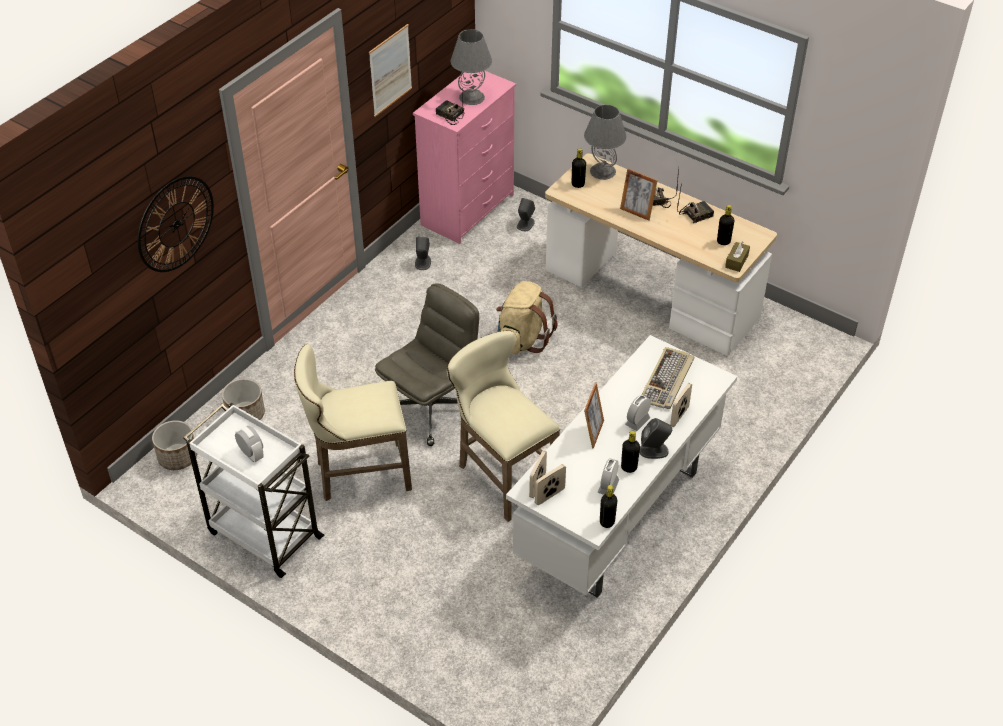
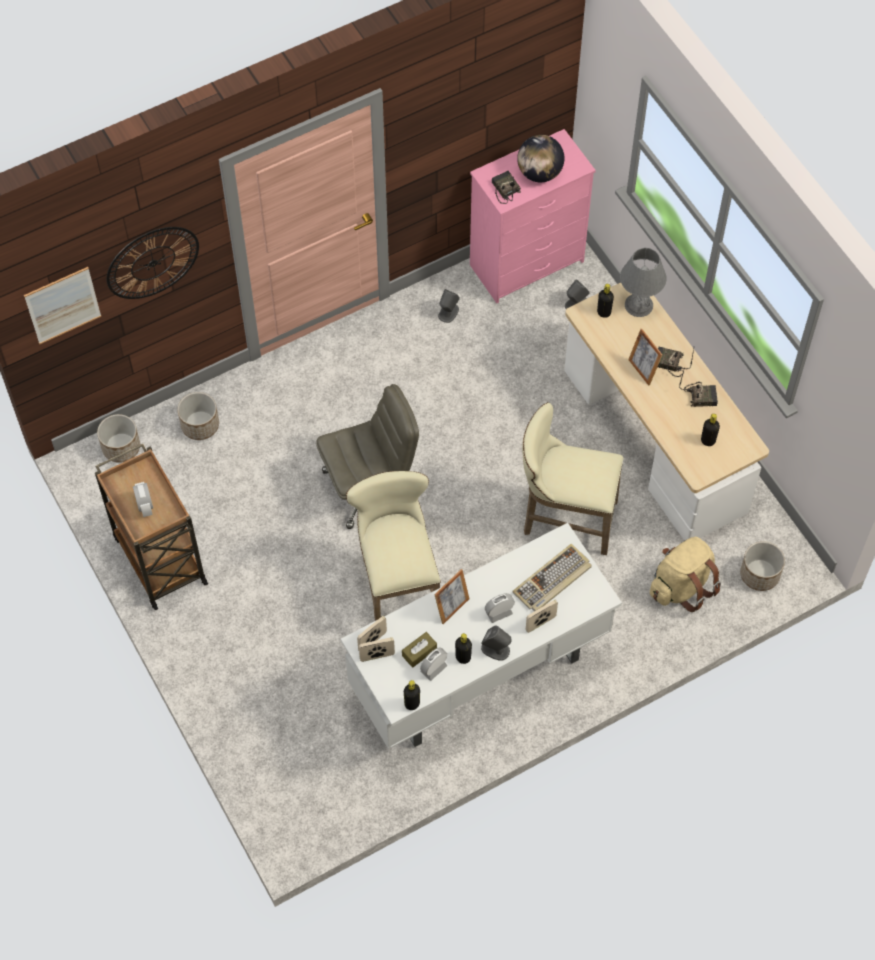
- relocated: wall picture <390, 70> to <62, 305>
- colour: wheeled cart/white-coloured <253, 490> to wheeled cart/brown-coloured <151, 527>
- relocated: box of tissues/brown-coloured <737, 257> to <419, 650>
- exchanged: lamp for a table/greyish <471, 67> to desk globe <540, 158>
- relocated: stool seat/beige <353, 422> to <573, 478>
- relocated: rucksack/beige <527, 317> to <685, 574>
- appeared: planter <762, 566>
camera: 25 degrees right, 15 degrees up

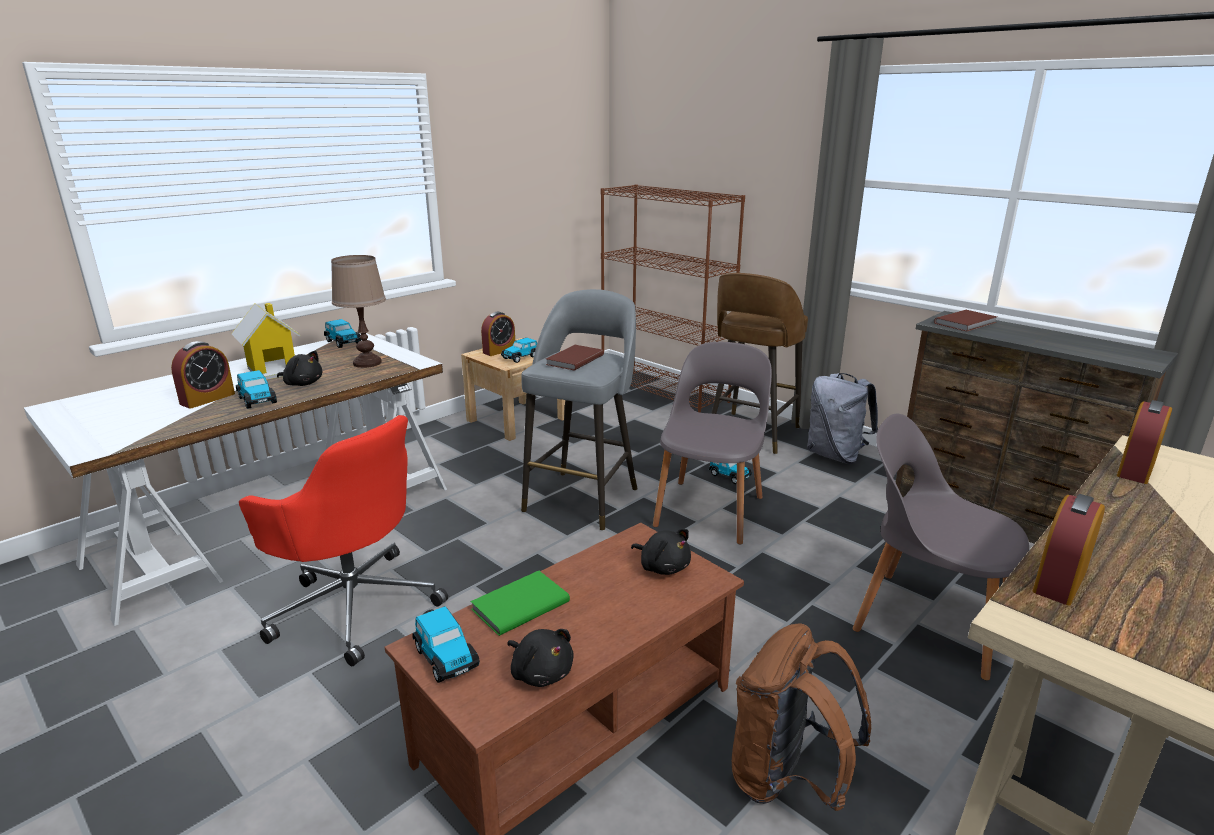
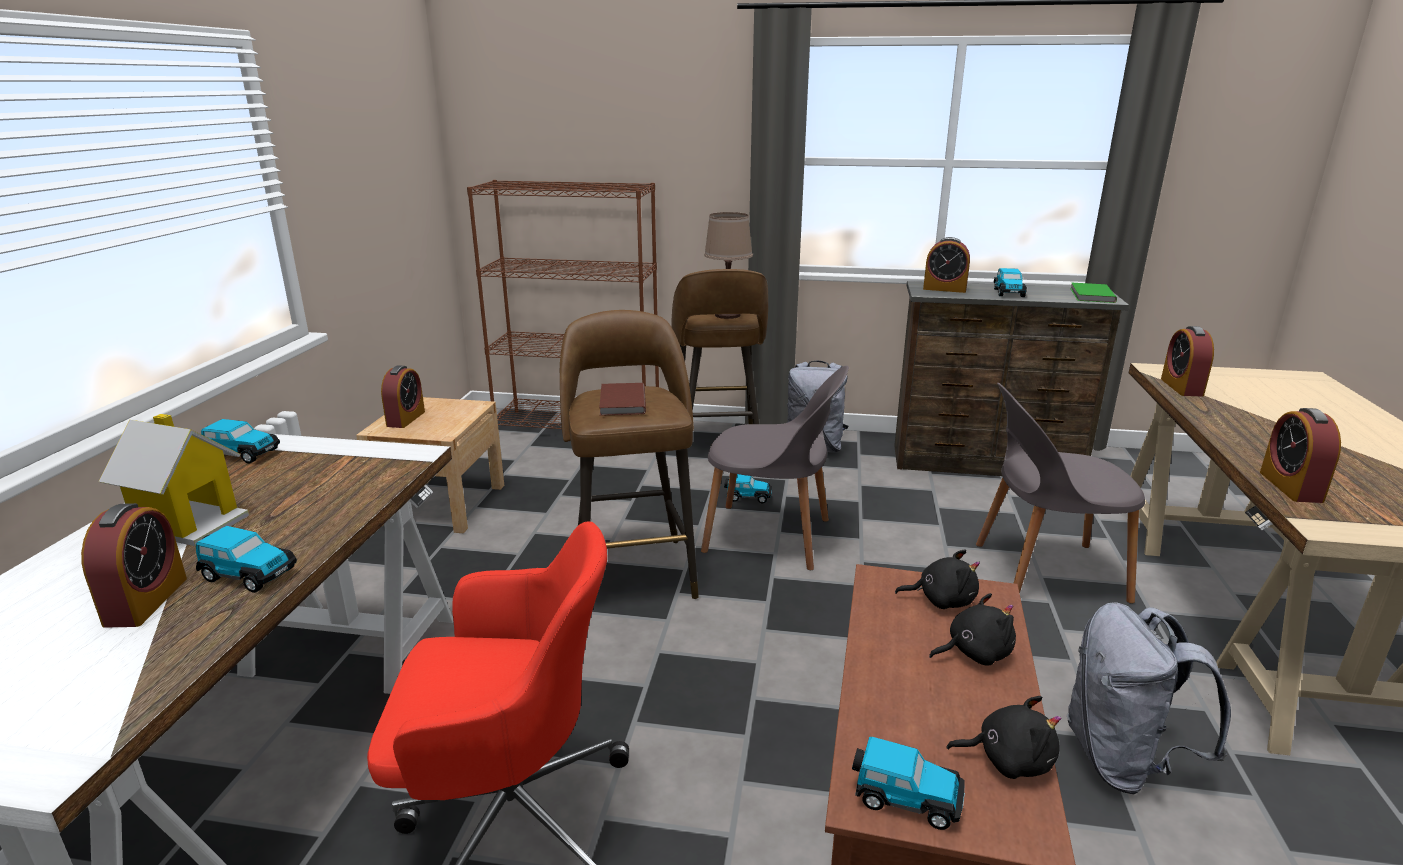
- colour: stool seat/greyish <579, 410> to stool seat/brown-coloured <629, 454>
- spun: upright chair/greyish <712, 443> = <775, 468> 120 degrees clockwise
- relocated: lamp for a table/brown-coloured <358, 311> to <728, 265>
- exchanged: volume/brown-coloured <965, 321> to table clock <946, 265>
- relocated: soft toy/black-coloured <299, 368> to <972, 629>
- relocated: toy car <519, 350> to <1010, 282>
- colour: rucksack/brown-coloured <801, 717> to rucksack/greyish <1148, 698>
- relocated: volume/greenish <520, 603> to <1093, 292>
camera: 35 degrees left, 0 degrees up

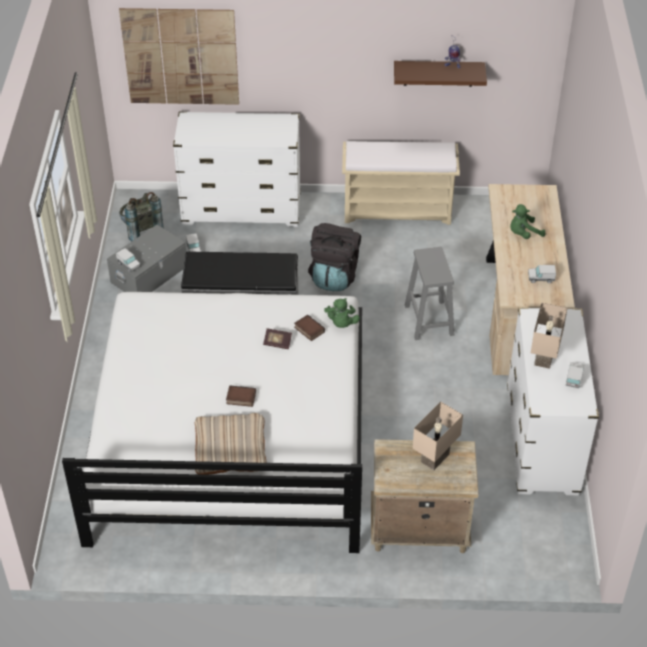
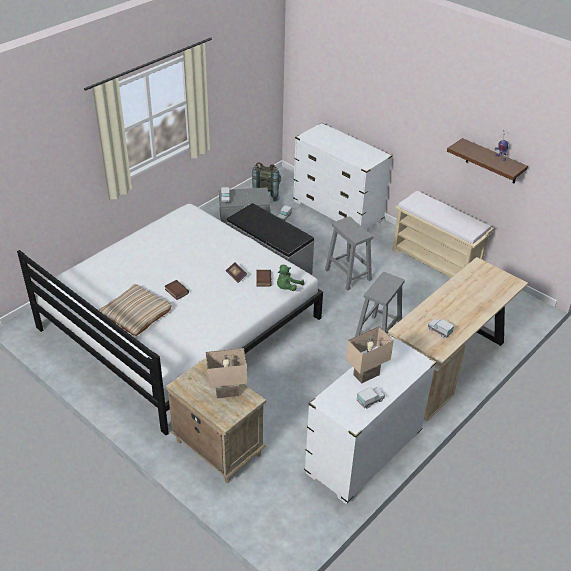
- exchanged: rucksack/black-coloured <334, 257> to stool seat/greyish <349, 253>
- missing: wall picture <179, 56>
- missing: soft toy/greenish <527, 221>
camera: 40 degrees right, 5 degrees down

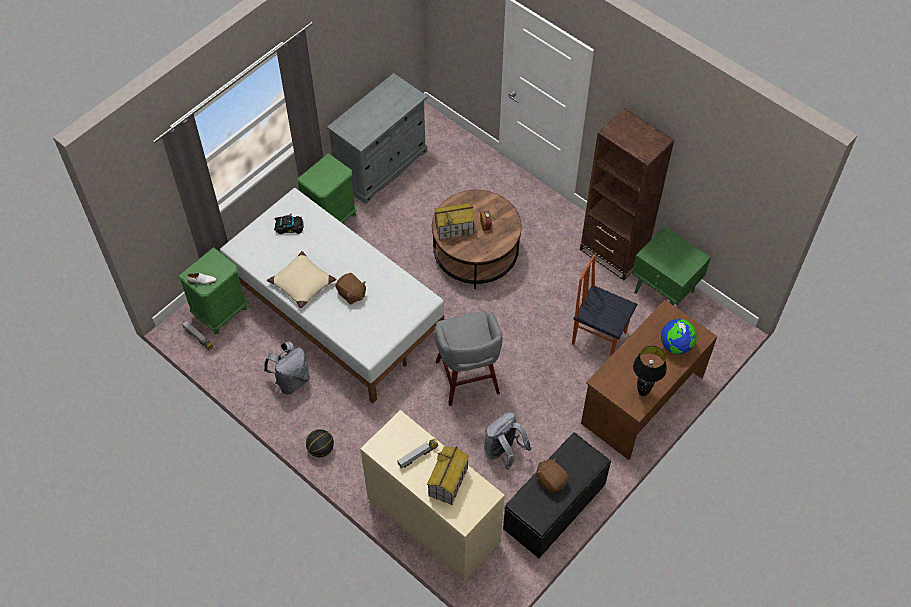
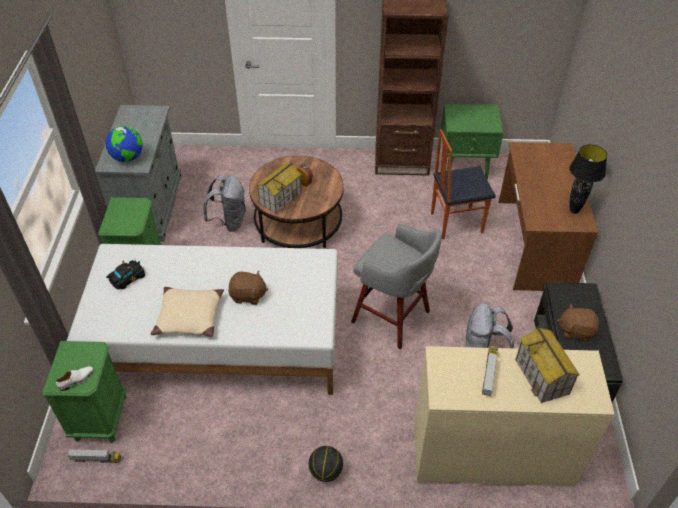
- relocated: desk globe <679, 336> to <124, 144>
- relocated: rucksack/greyish <287, 368> to <224, 203>
camera: 40 degrees left, 10 degrees down

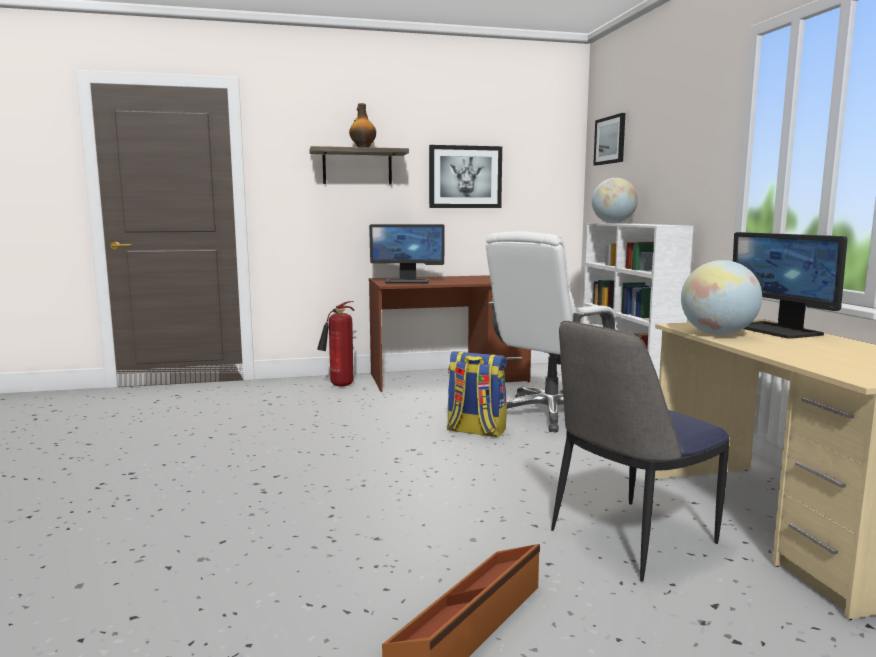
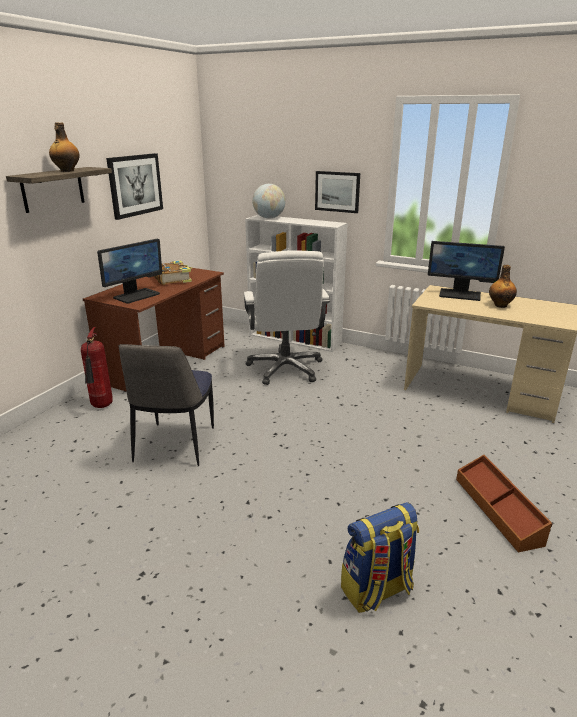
- relocated: upright chair <640, 451> to <166, 405>
- appeared: volume <173, 272>
- relocated: wall picture <609, 139> to <337, 192>
- relocated: rucksack <477, 394> to <380, 557>
- appeared: bottle <503, 286>
- missing: desk globe <721, 297>
camera: 50 degrees left, 15 degrees up

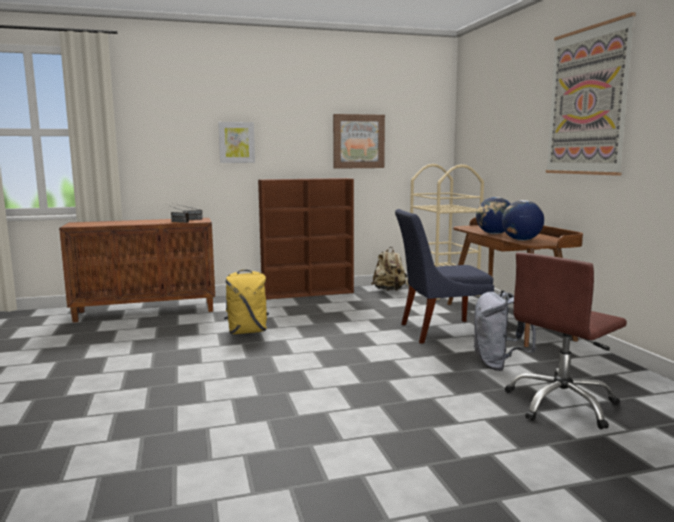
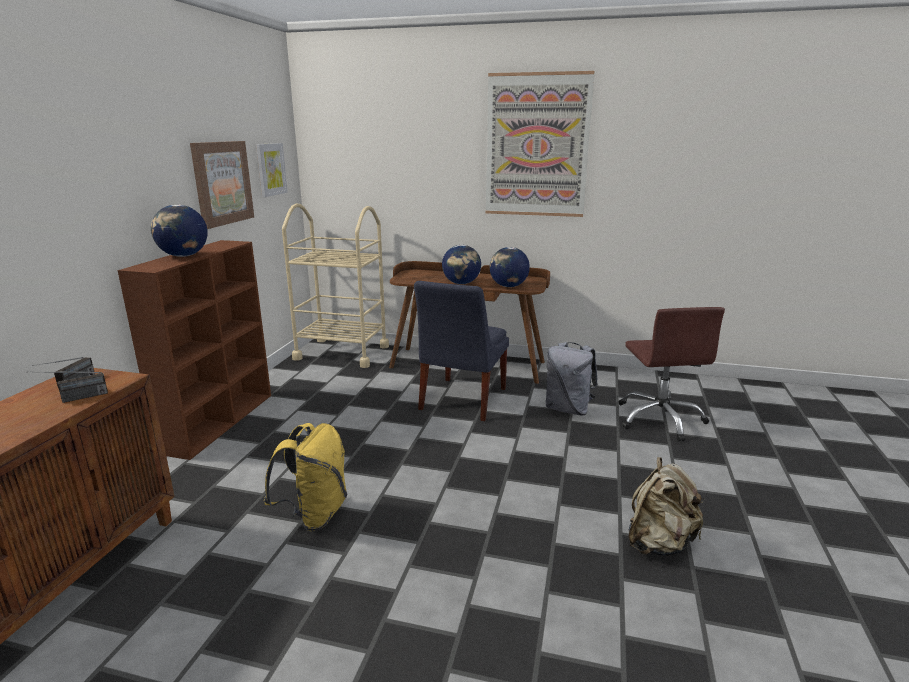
- appeared: desk globe <179, 230>
- relocated: wall picture <236, 142> to <272, 170>
- relocated: rucksack/beige <389, 269> to <666, 506>
camera: 60 degrees left, 10 degrees up

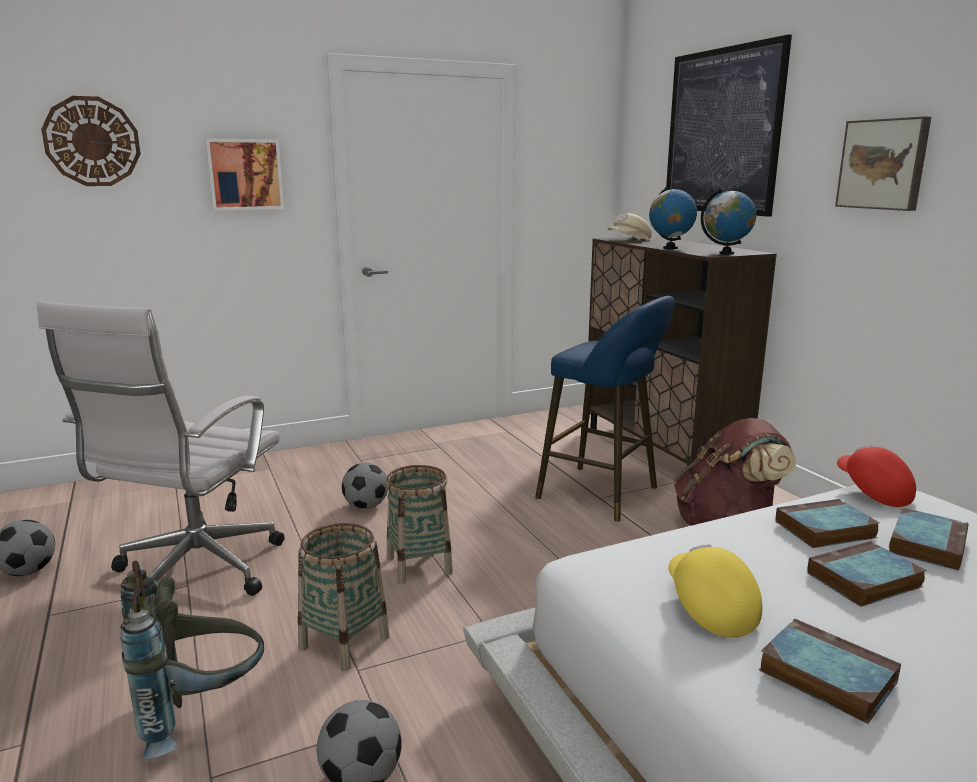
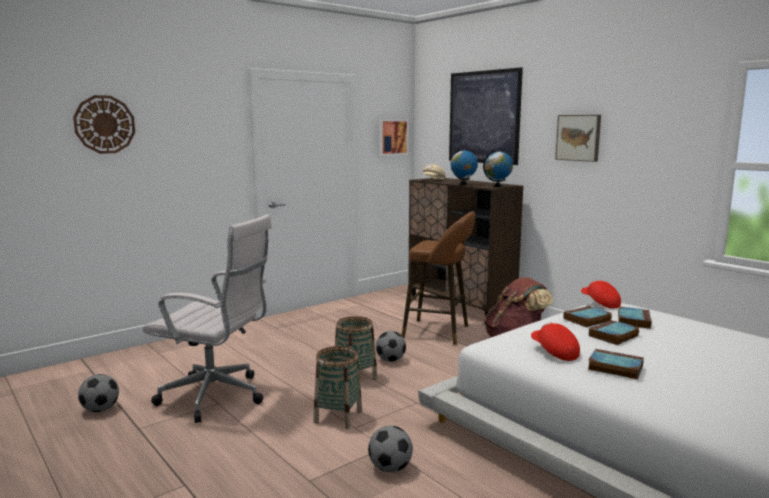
- spun: computer chair/white-coloured <161, 448> = <207, 318> 75 degrees counterclockwise
- relocated: football <365, 486> to <391, 346>
- relocated: wall picture <244, 175> to <394, 138>
- colour: stool seat/blue-coloured <605, 409> to stool seat/brown-coloured <439, 278>
- colour: cap/yellow <715, 591> to cap/red-coloured <555, 342>
- missing: rucksack/greyish <192, 660>
camera: 15 degrees left, 5 degrees down

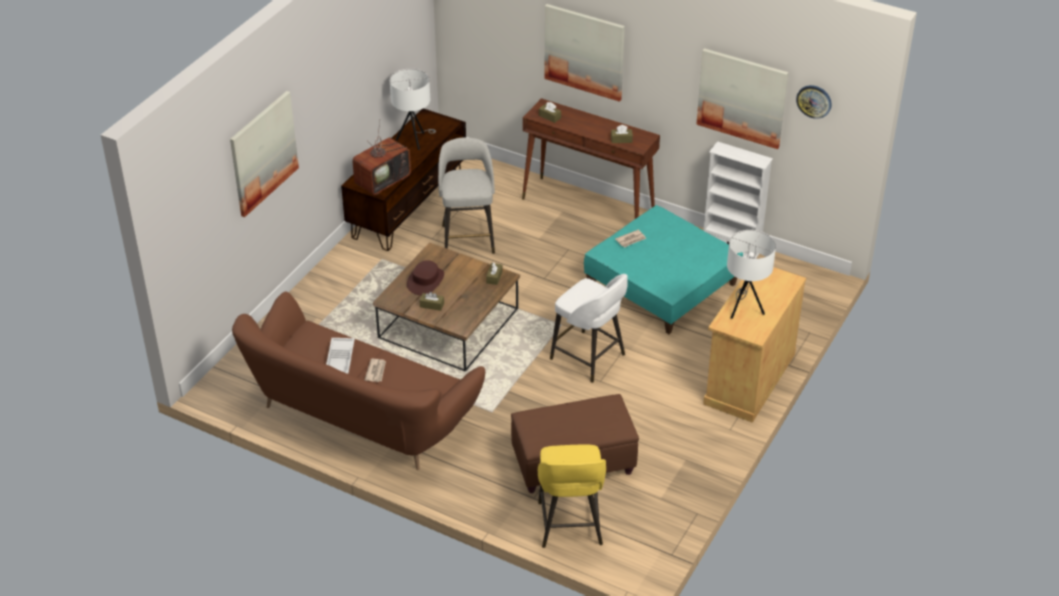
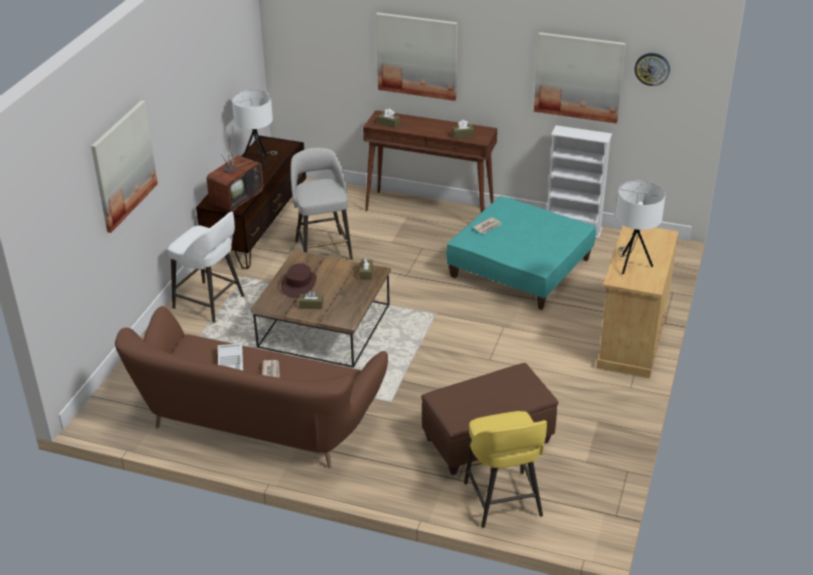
- relocated: stool seat/white-coloured <589, 328> to <206, 267>
camera: 10 degrees left, 5 degrees down

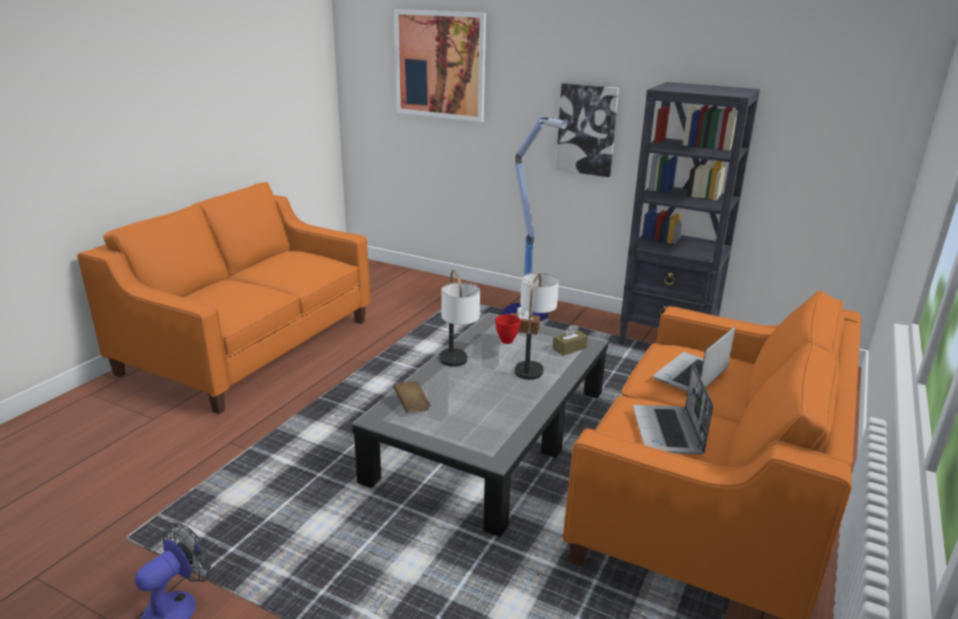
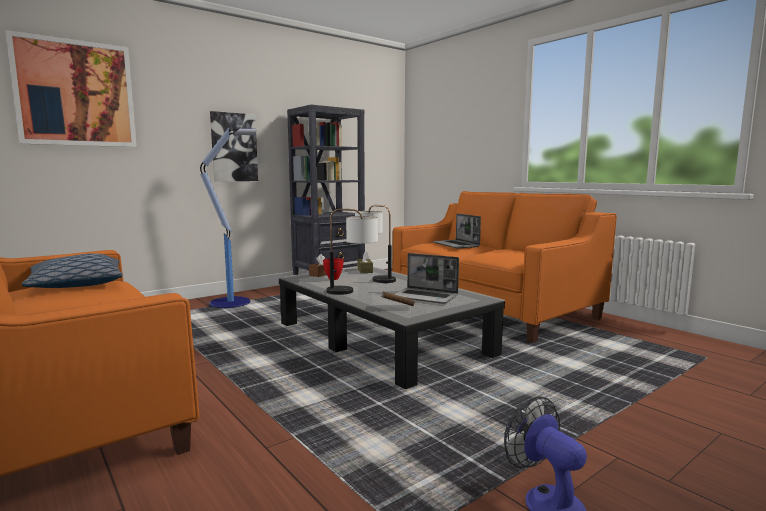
- appeared: throw pillow <72, 270>
- relocated: portable computer <673, 409> to <426, 278>
camera: 65 degrees left, 15 degrees down

